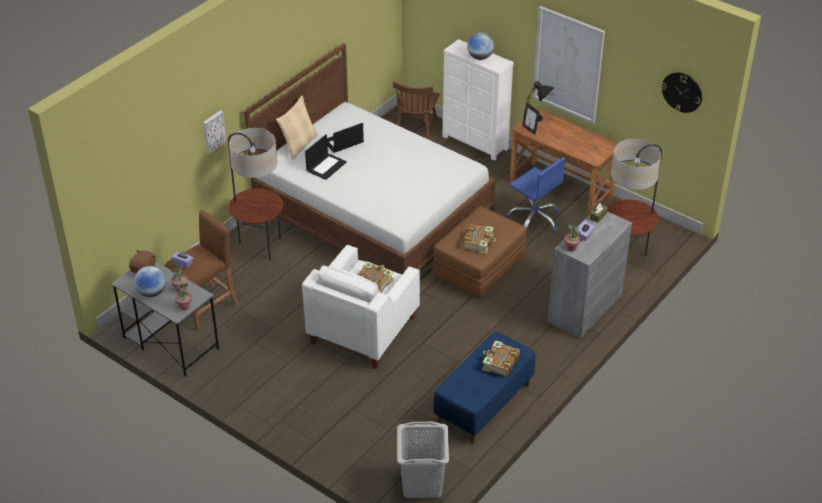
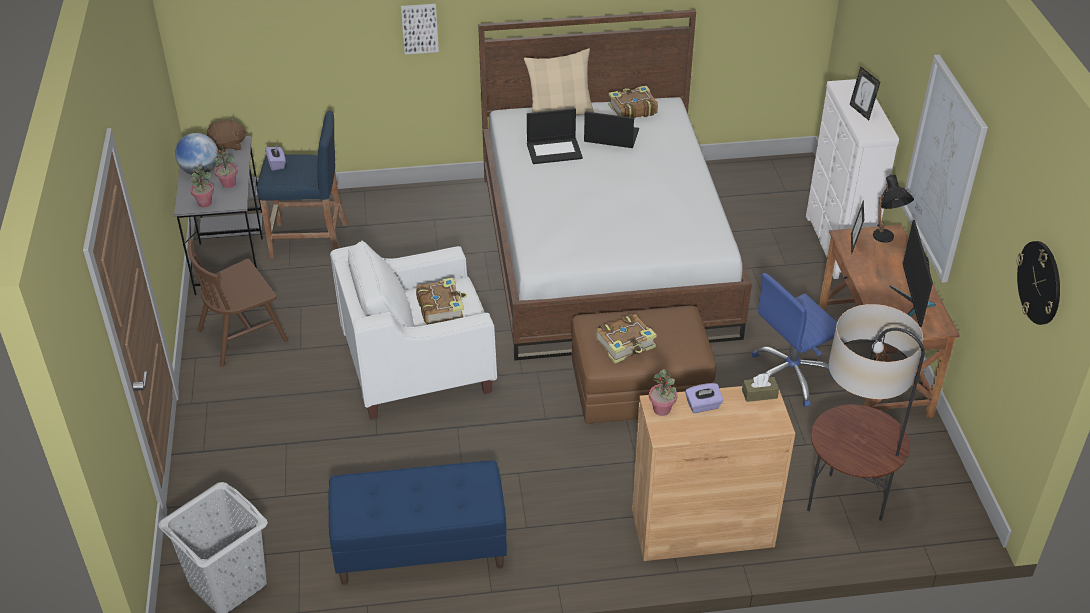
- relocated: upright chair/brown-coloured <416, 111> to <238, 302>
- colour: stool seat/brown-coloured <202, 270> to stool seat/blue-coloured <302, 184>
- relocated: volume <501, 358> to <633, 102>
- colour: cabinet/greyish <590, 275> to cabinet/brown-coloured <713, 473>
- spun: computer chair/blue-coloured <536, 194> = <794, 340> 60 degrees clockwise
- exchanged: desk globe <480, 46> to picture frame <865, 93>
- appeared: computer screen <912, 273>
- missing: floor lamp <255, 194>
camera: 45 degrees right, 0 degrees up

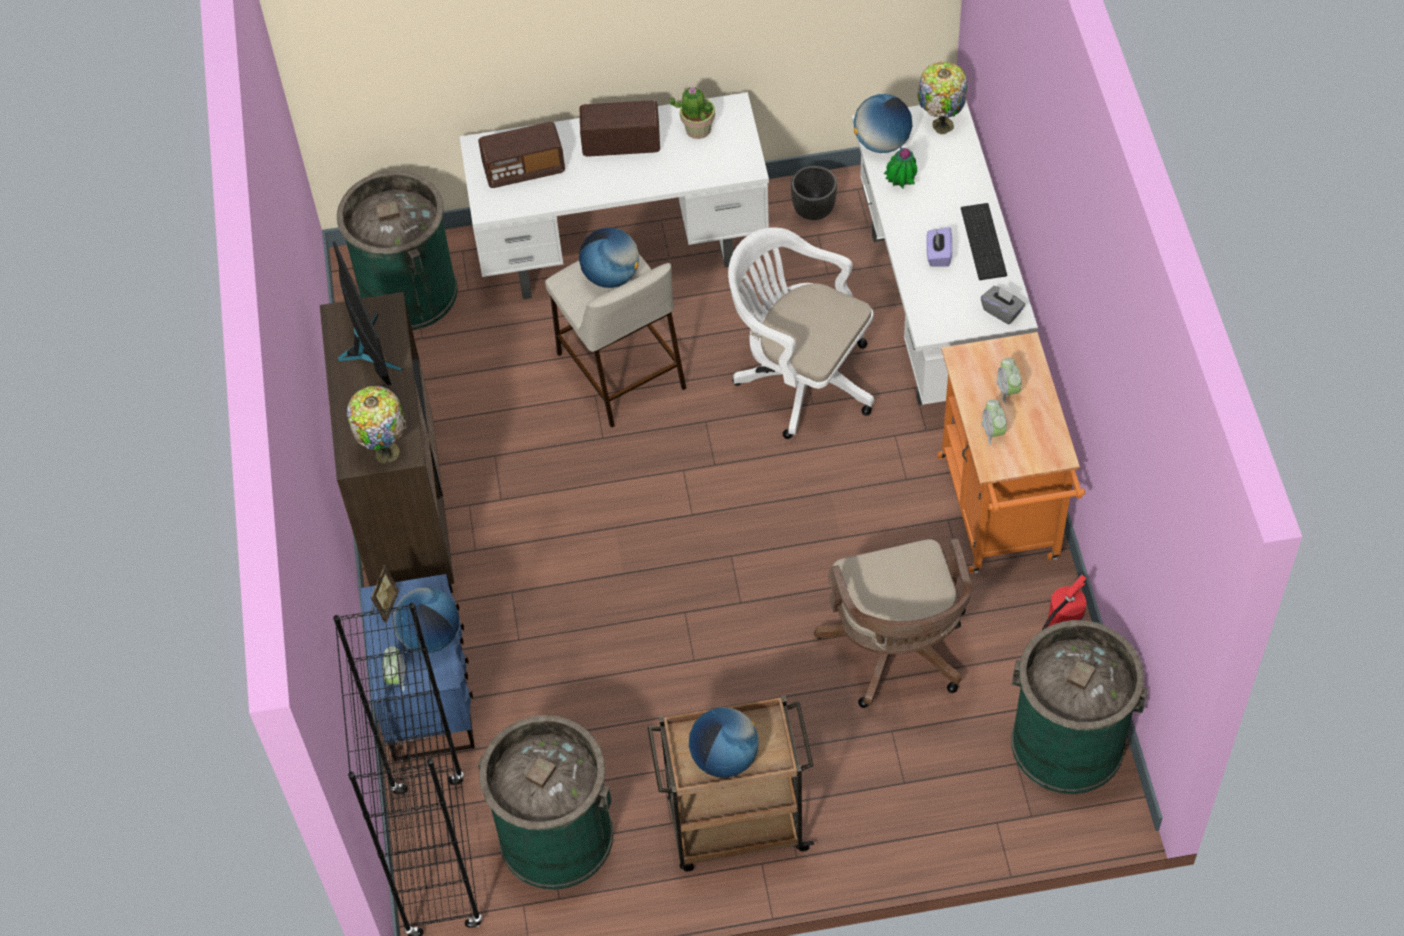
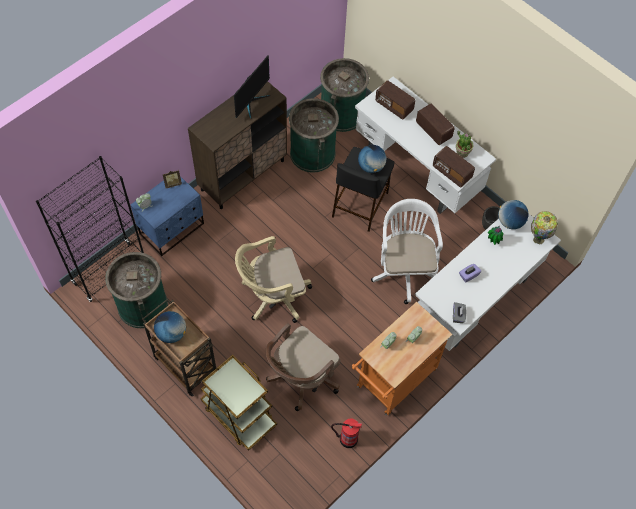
- appeared: wheeled cart/brown-coloured <238, 403>
- appeared: computer chair/beige <273, 279>
- relocated: trash can/greenish <1079, 707> to <314, 135>
- colour: stool seat/beige <615, 341> to stool seat/black-coloured <363, 189>
- appeared: radio <454, 166>
- missing: lamp for a table <376, 424>
- missing: desk globe <426, 620>
- missing: keyboard <984, 241>
camera: 50 degrees right, 5 degrees up

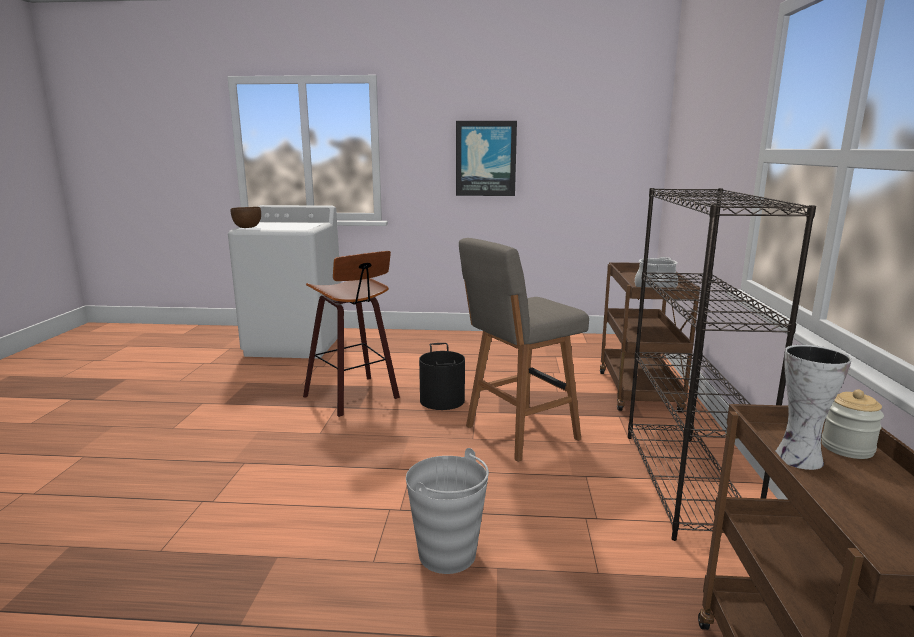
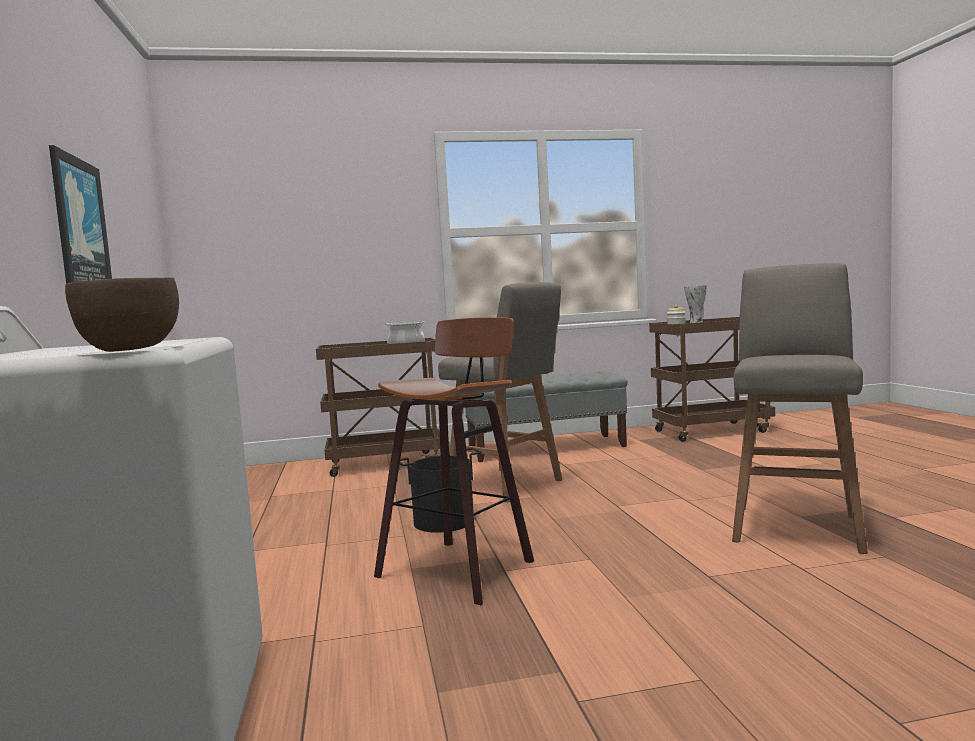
- exchanged: bookshelf/black-coloured <722, 364> to bench/greyish <546, 416>
- appeared: stool seat/greyish <800, 408>
- missing: pail/greyish <447, 511>
camera: 105 degrees left, 10 degrees down

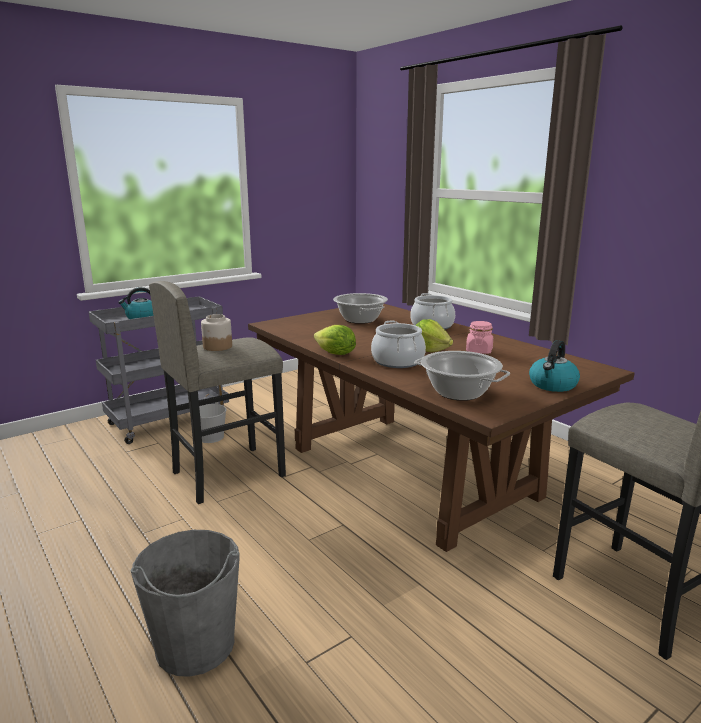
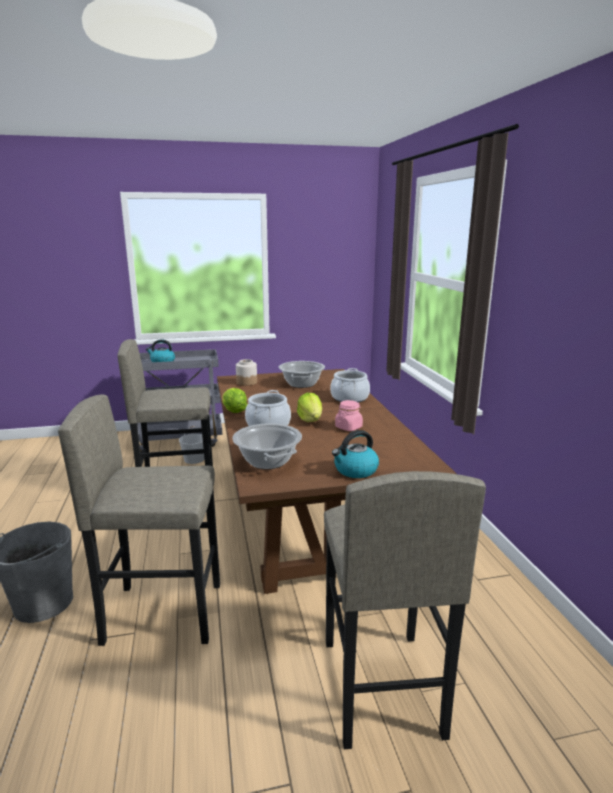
- appeared: stool seat/greyish <139, 520>
- relocated: storage jar <216, 332> to <246, 372>
camera: 25 degrees right, 0 degrees up

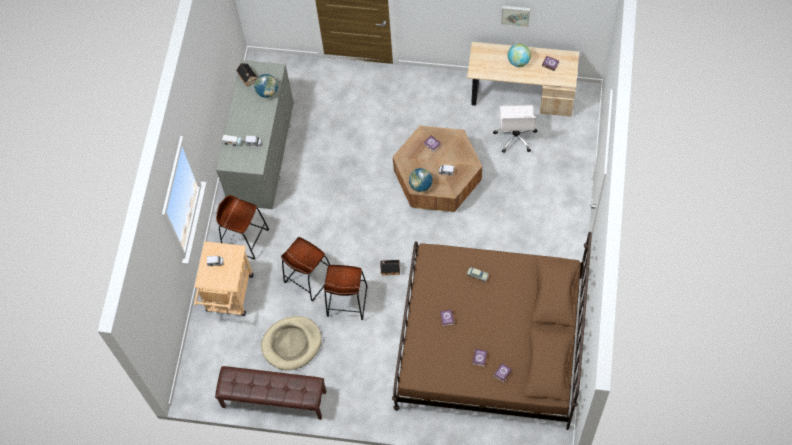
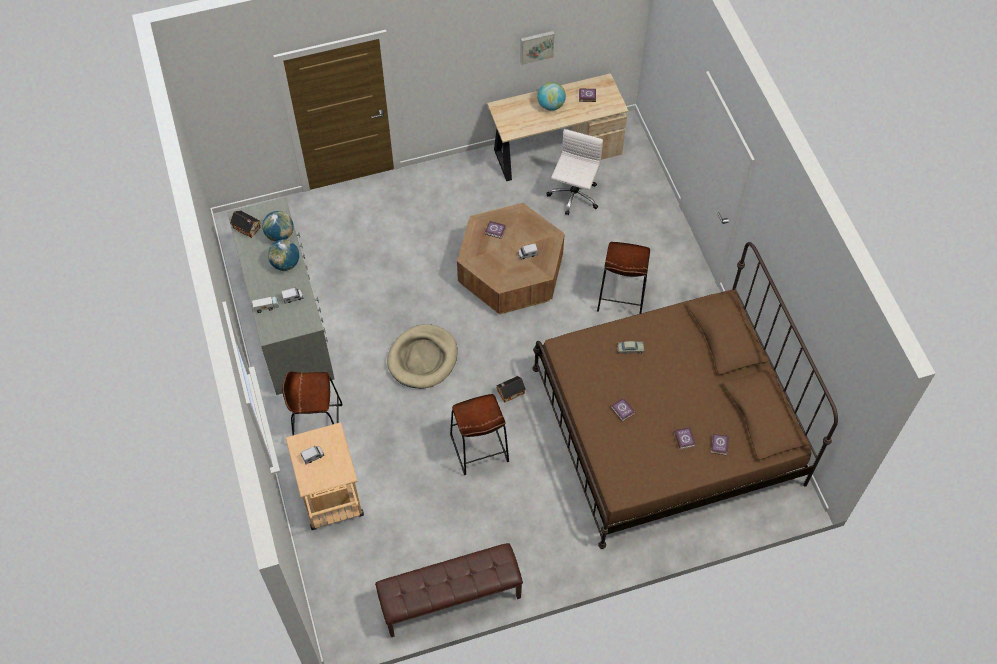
- relocated: desk globe <420, 180> to <283, 255>
- relocated: dog bed/beige <291, 343> to <422, 356>
- spun: computer chair/white-coloured <515, 129> = <574, 172> 135 degrees counterclockwise
- relocated: stool seat/brown-coloured <305, 269> to <623, 278>
camera: 30 degrees left, 5 degrees down

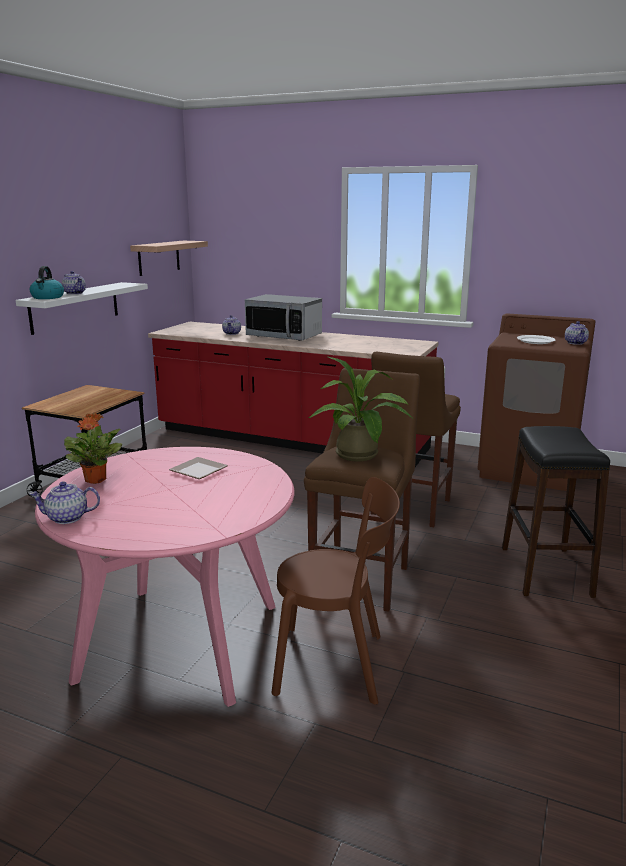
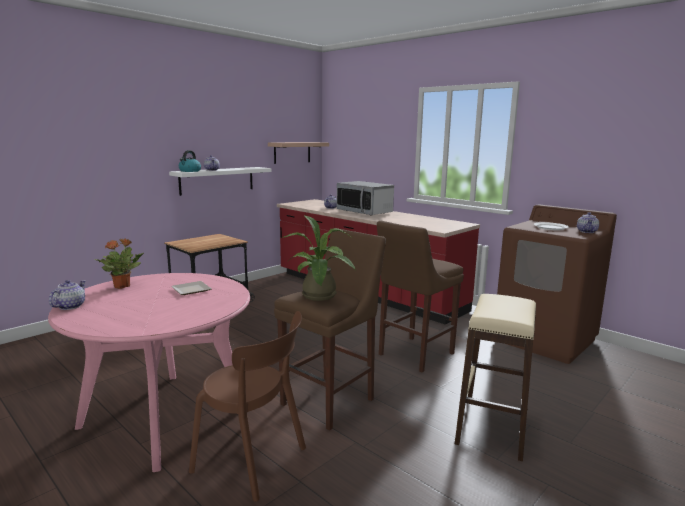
- spun: tea pot <64, 502> = <67, 295> 90 degrees clockwise
- colour: stool seat/black-coloured <556, 512> to stool seat/beige <495, 377>
camera: 20 degrees right, 5 degrees down

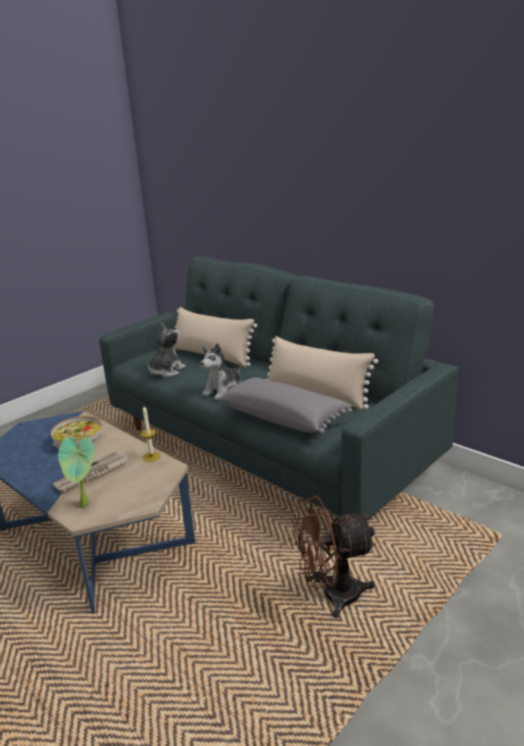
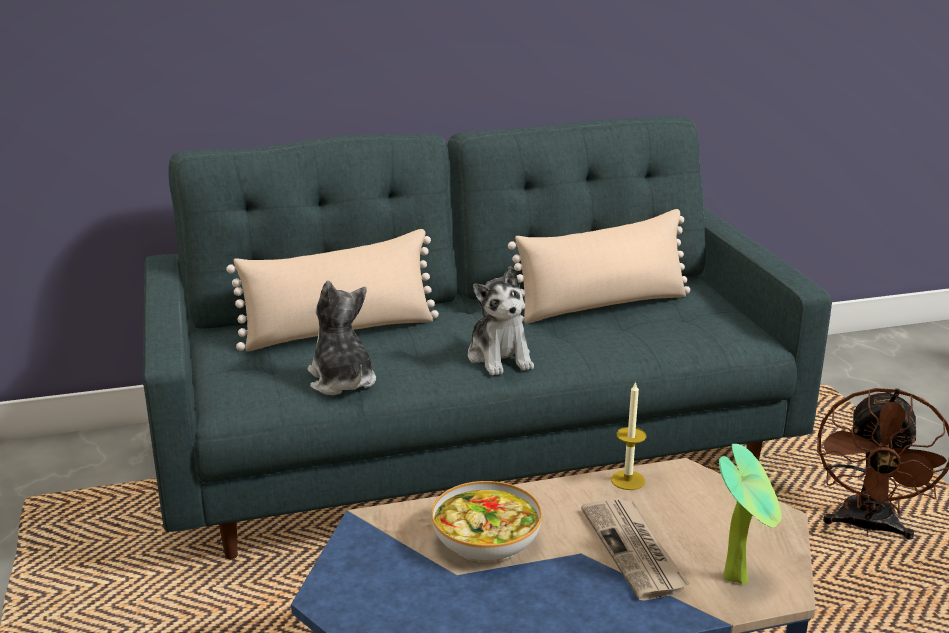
- missing: throw pillow/greyish <284, 405>
camera: 60 degrees left, 0 degrees up

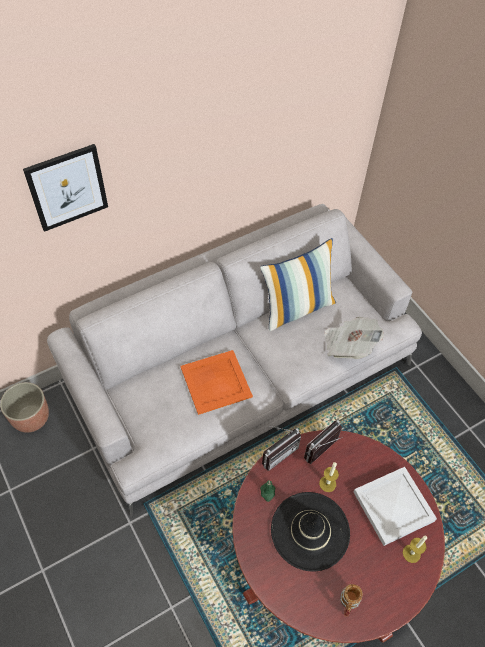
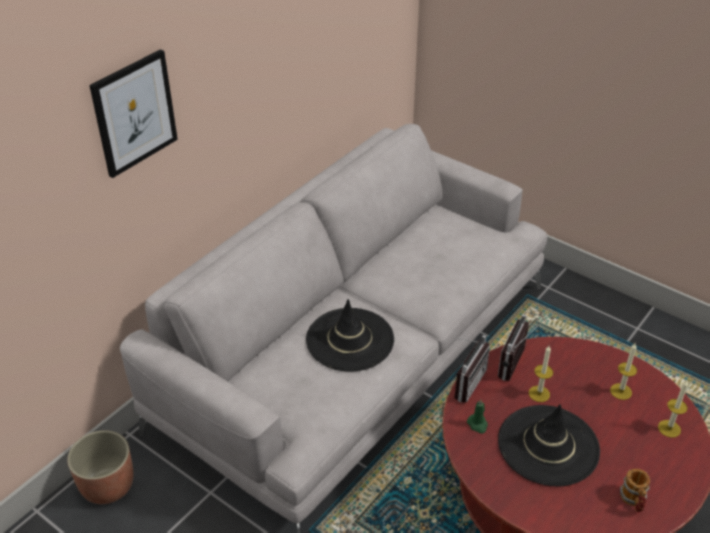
- exchanged: tray/orangey <216, 382> to hat/black-coloured <350, 335>
- exchanged: tray/white-coloured <395, 506> to wax candle <623, 371>
- missing: throw pillow <298, 284>
- missing: printed paper <354, 338>
camera: 20 degrees left, 15 degrees down

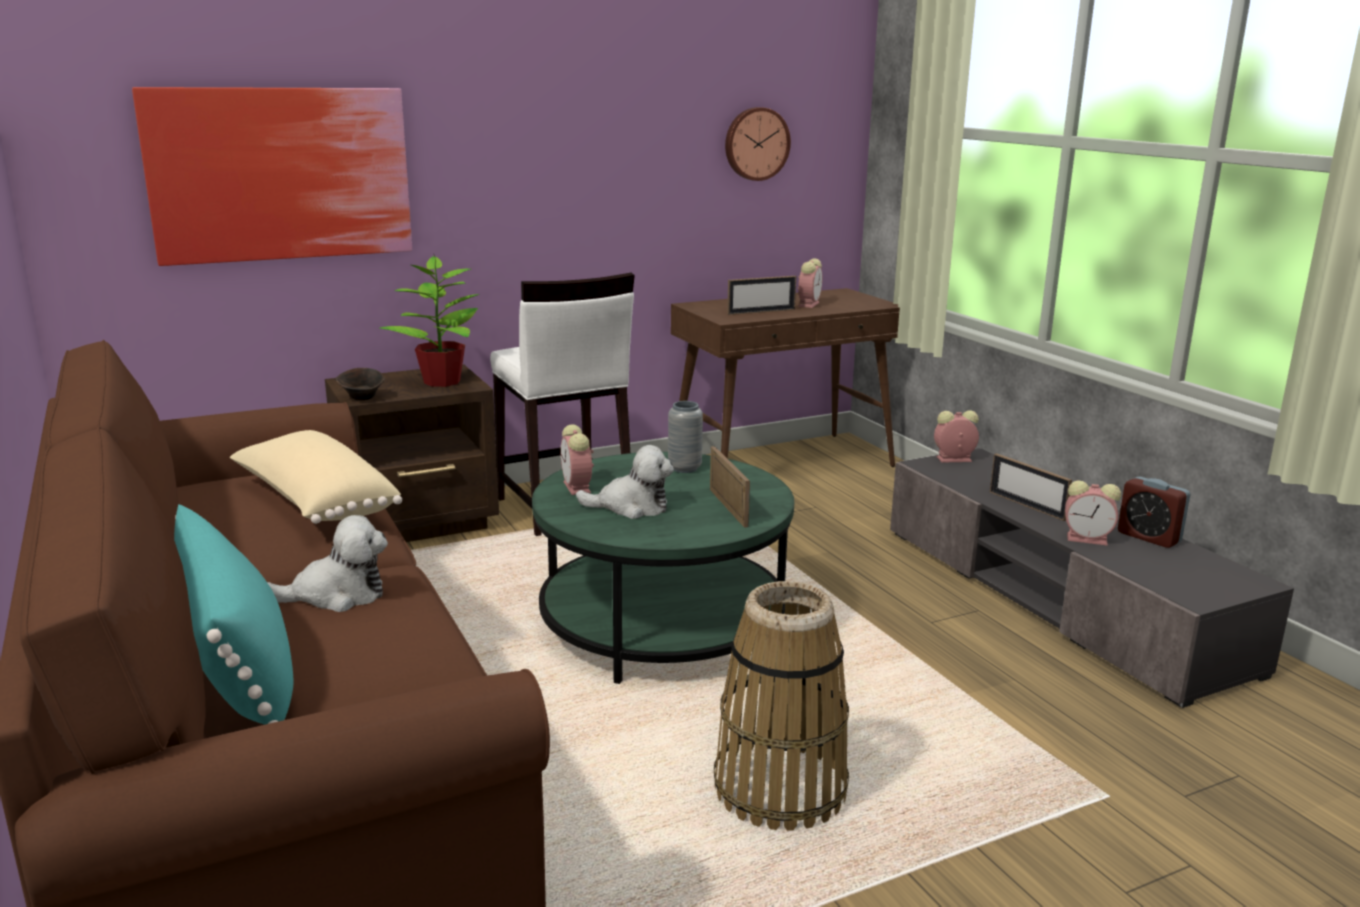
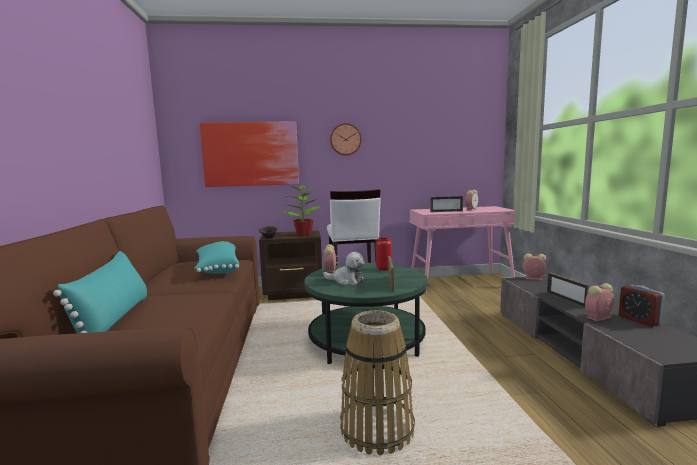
- colour: throw pillow/beige <316, 477> to throw pillow/turquoise-coloured <217, 257>
- relocated: hanging clock <758, 144> to <346, 139>
- colour: decorative vase/greyish <685, 437> to decorative vase/red-coloured <384, 254>
- colour: hall table/brown-coloured <785, 377> to hall table/pink-coloured <462, 249>
- spun: table clock <1093, 513> = <599, 302> 120 degrees clockwise
- missing: soft toy <327, 563>
camera: 20 degrees right, 10 degrees down

